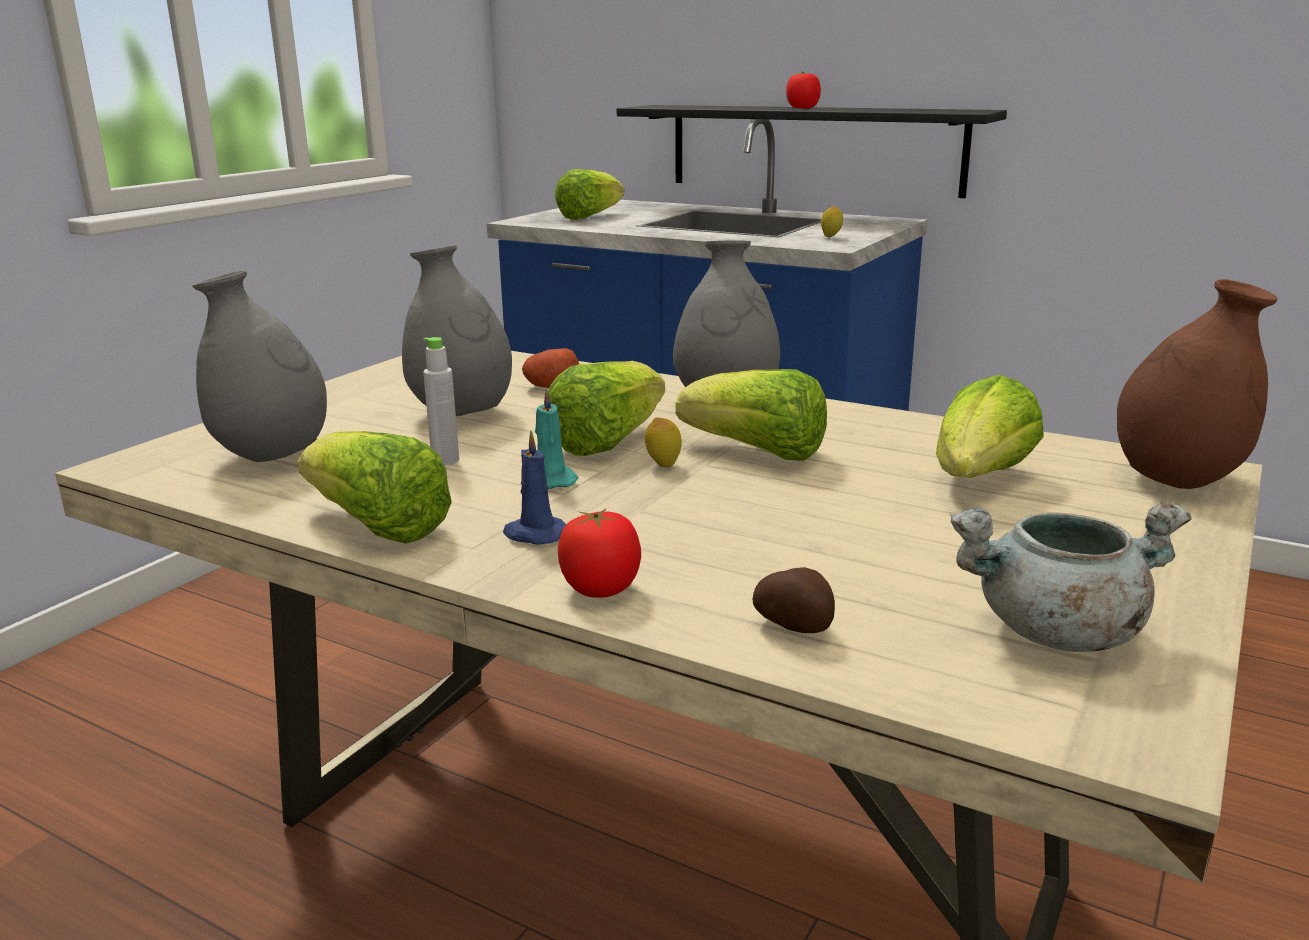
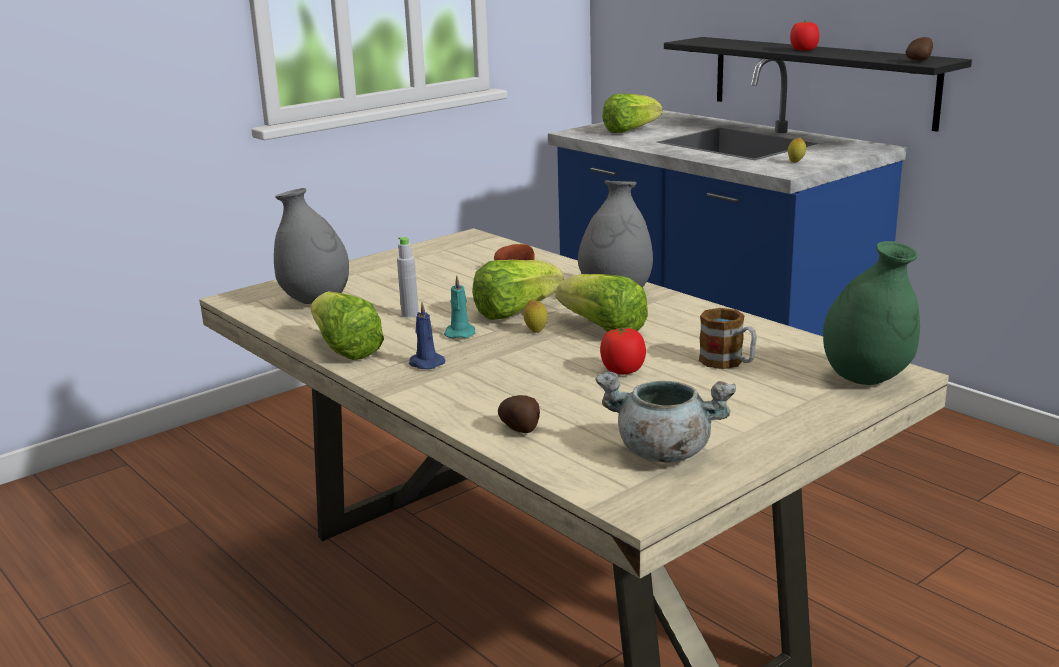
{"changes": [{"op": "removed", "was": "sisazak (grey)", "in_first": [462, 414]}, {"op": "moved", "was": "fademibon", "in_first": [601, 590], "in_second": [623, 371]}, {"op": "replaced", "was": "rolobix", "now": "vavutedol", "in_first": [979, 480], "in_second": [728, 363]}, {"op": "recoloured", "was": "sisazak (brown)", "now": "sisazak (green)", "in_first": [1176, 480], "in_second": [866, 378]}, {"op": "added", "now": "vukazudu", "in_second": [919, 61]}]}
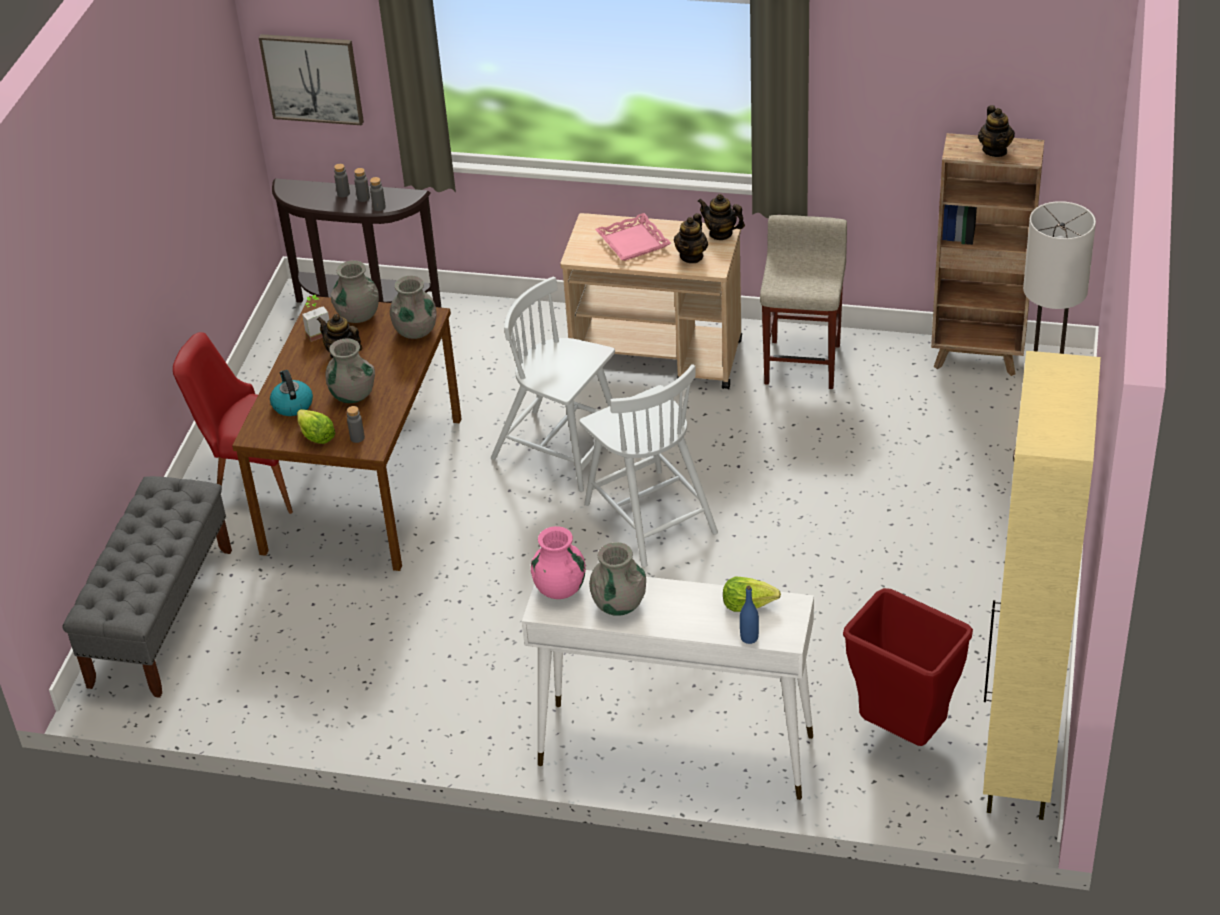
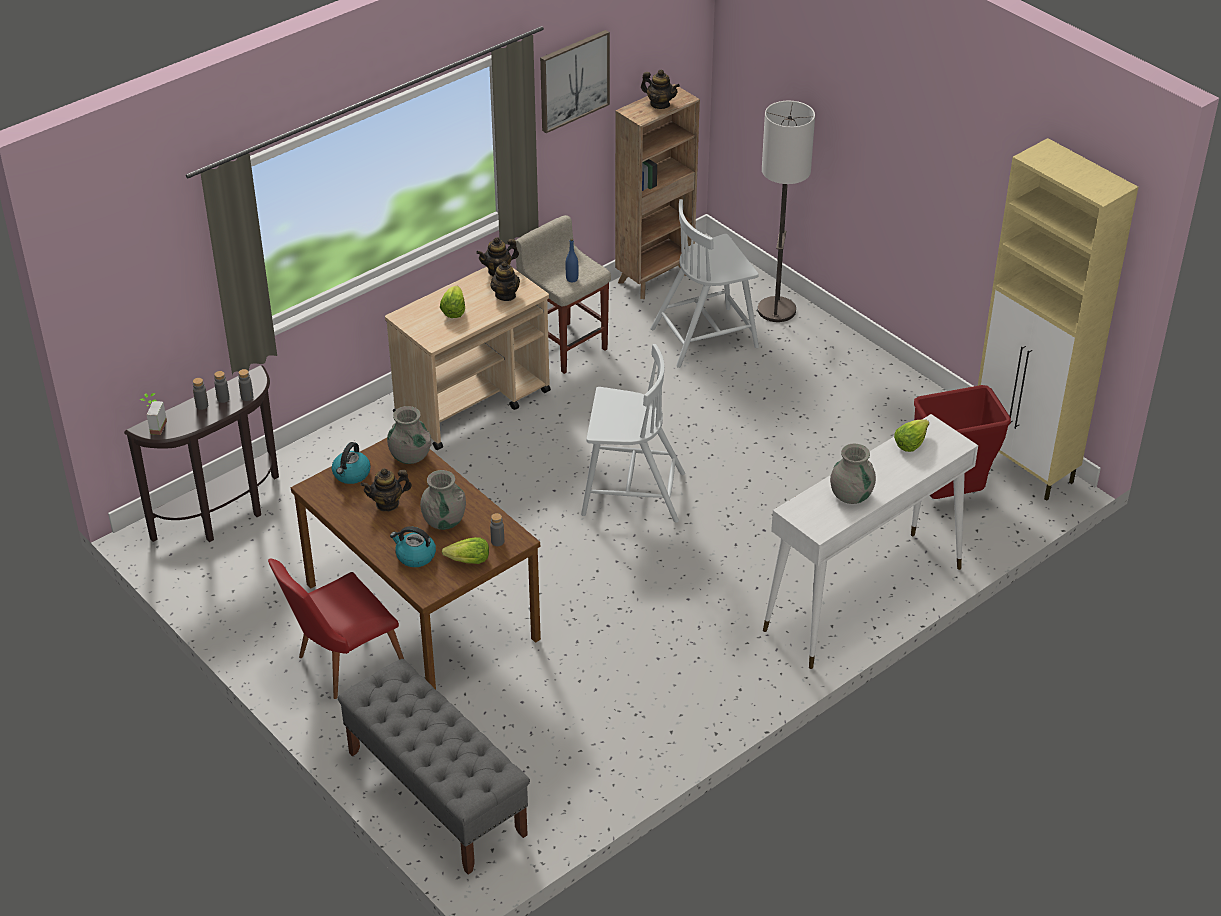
{"changes": [{"op": "moved", "was": "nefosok", "in_first": [312, 78], "in_second": [573, 80]}, {"op": "moved", "was": "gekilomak", "in_first": [317, 332], "in_second": [154, 427]}, {"op": "replaced", "was": "sisazak (grey)", "now": "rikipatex", "in_first": [358, 315], "in_second": [351, 474]}, {"op": "moved", "was": "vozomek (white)", "in_first": [560, 451], "in_second": [706, 337]}, {"op": "removed", "was": "sisazak (pink)", "in_first": [560, 588]}, {"op": "replaced", "was": "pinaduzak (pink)", "now": "rolobix", "in_first": [632, 242], "in_second": [453, 311]}, {"op": "moved", "was": "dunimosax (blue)", "in_first": [749, 638], "in_second": [572, 279]}]}
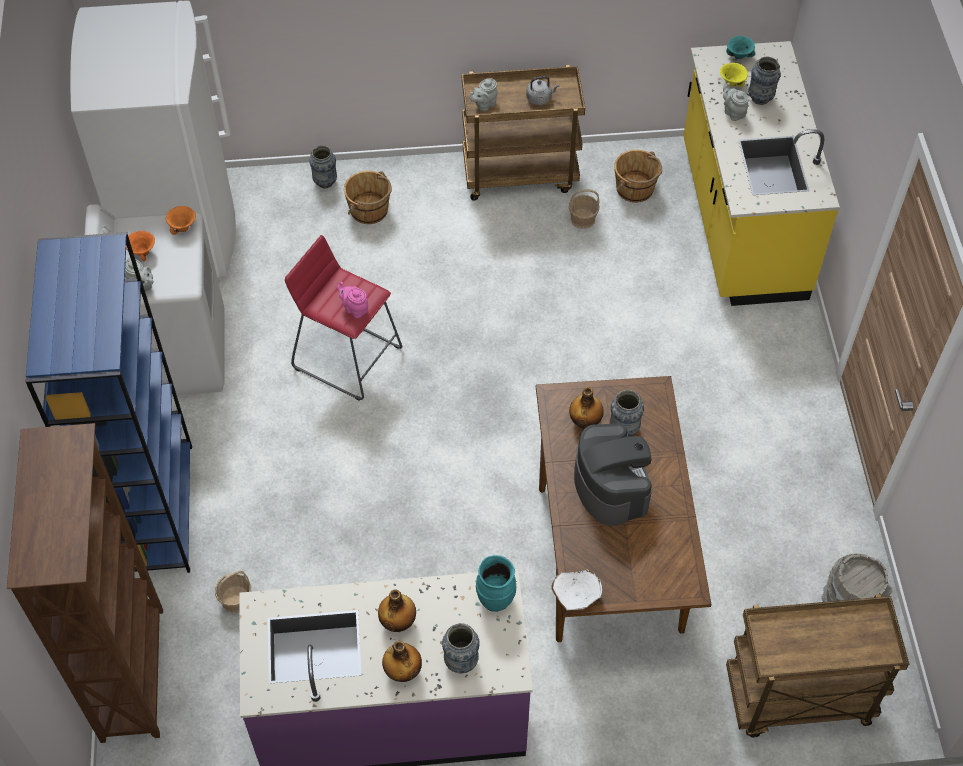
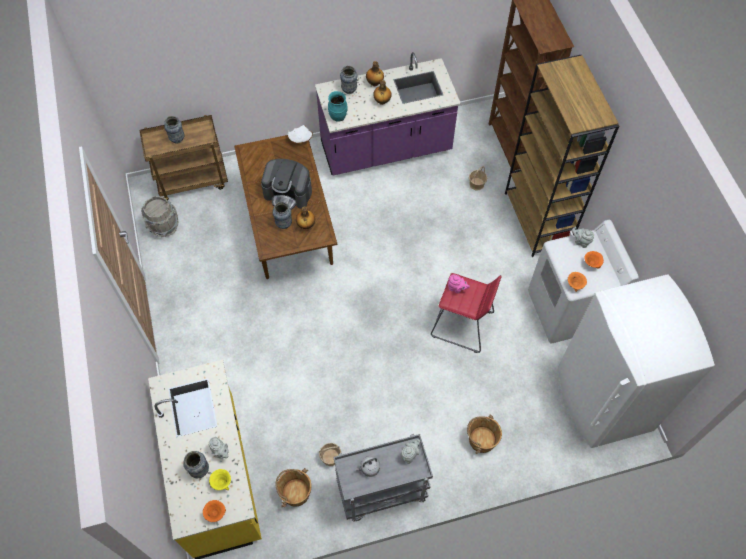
{"changes": [{"op": "recoloured", "was": "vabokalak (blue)", "now": "vabokalak (brown)", "in_first": [153, 509], "in_second": [537, 220]}, {"op": "moved", "was": "sisazak", "in_first": [325, 182], "in_second": [177, 139]}, {"op": "recoloured", "was": "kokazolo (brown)", "now": "kokazolo (grey)", "in_first": [520, 174], "in_second": [381, 492]}, {"op": "turned", "was": "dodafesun", "in_first": [611, 486], "in_second": [288, 193], "clockwise": -45}, {"op": "recoloured", "was": "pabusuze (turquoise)", "now": "pabusuze (orange)", "in_first": [739, 56], "in_second": [215, 514]}]}
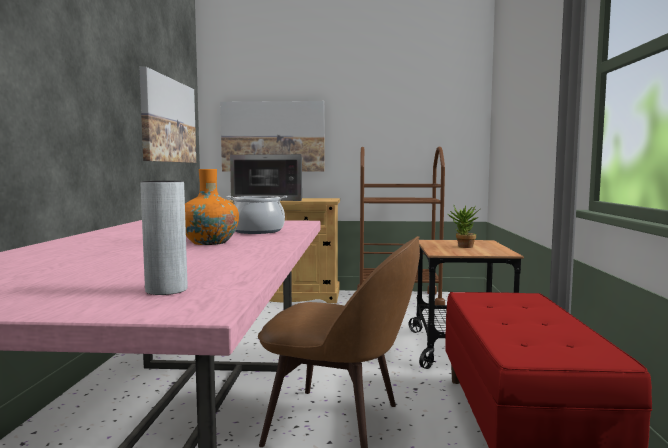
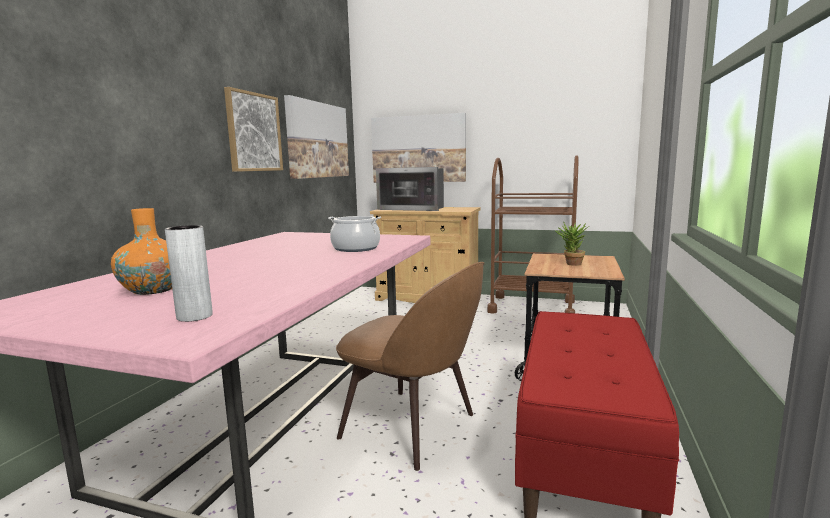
{"changes": [{"op": "moved", "was": "sisazak (orange)", "in_first": [210, 242], "in_second": [153, 290]}, {"op": "added", "now": "nefosok", "in_second": [254, 132]}]}
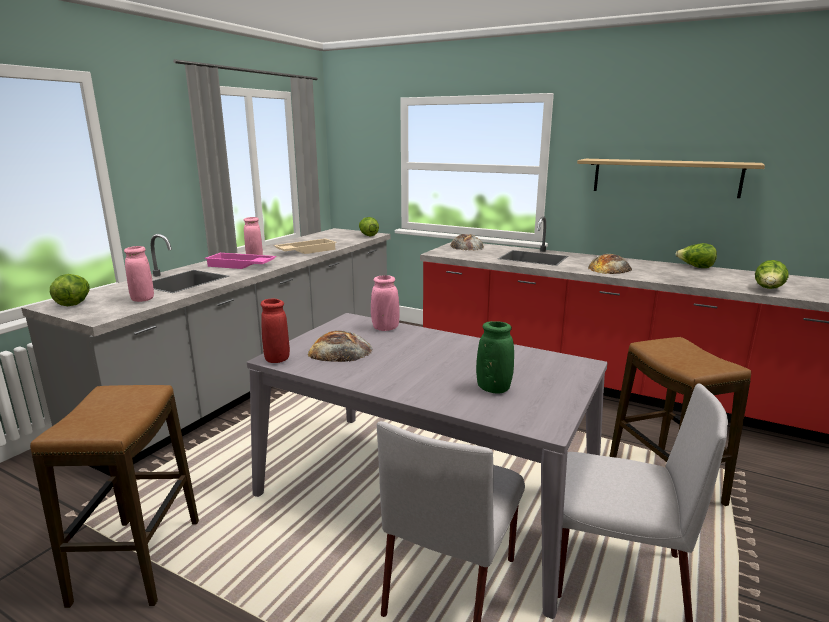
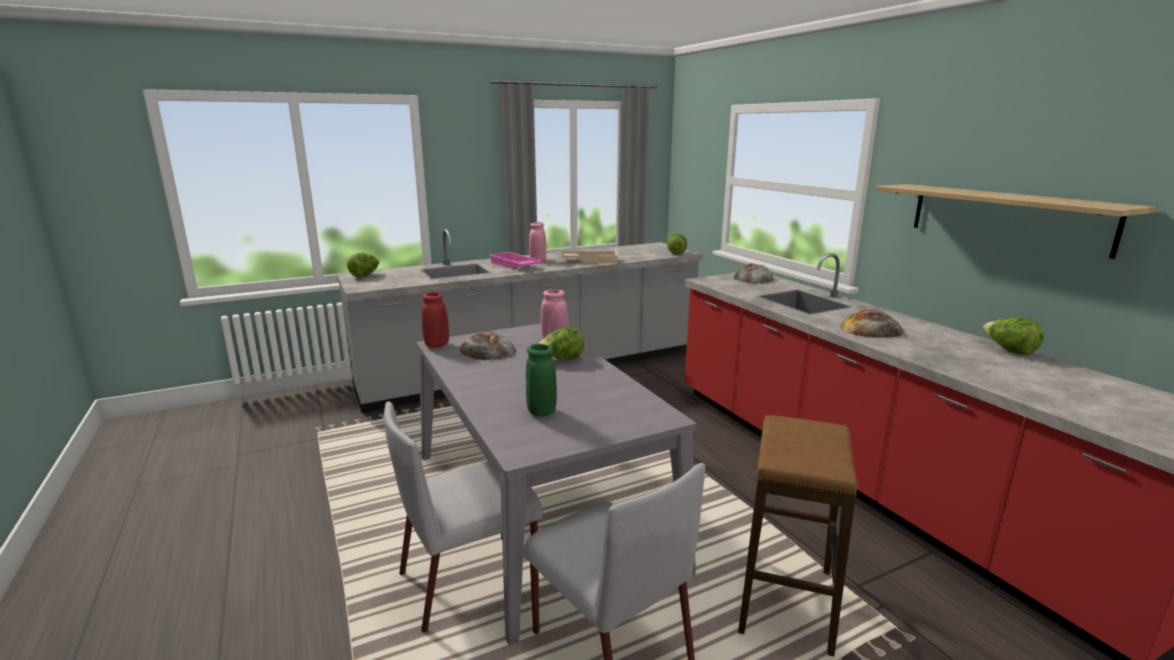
{"changes": [{"op": "removed", "was": "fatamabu", "in_first": [138, 560]}, {"op": "removed", "was": "sisazak (pink)", "in_first": [143, 299]}, {"op": "moved", "was": "rolobix", "in_first": [768, 289], "in_second": [562, 359]}]}
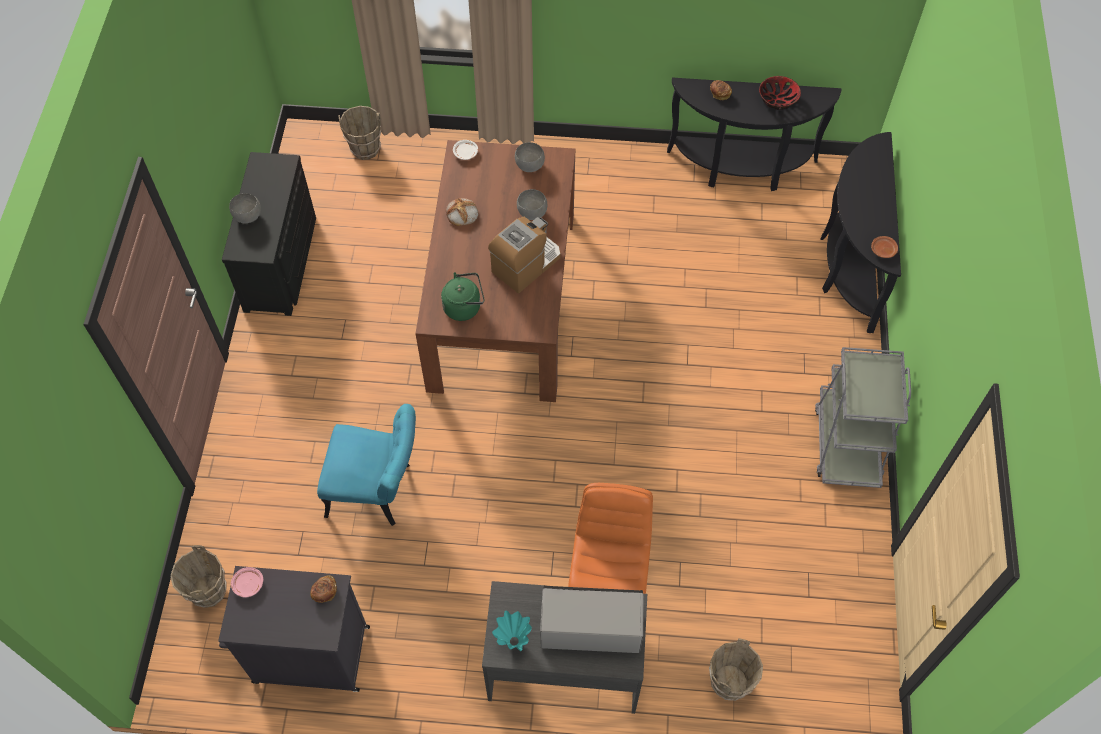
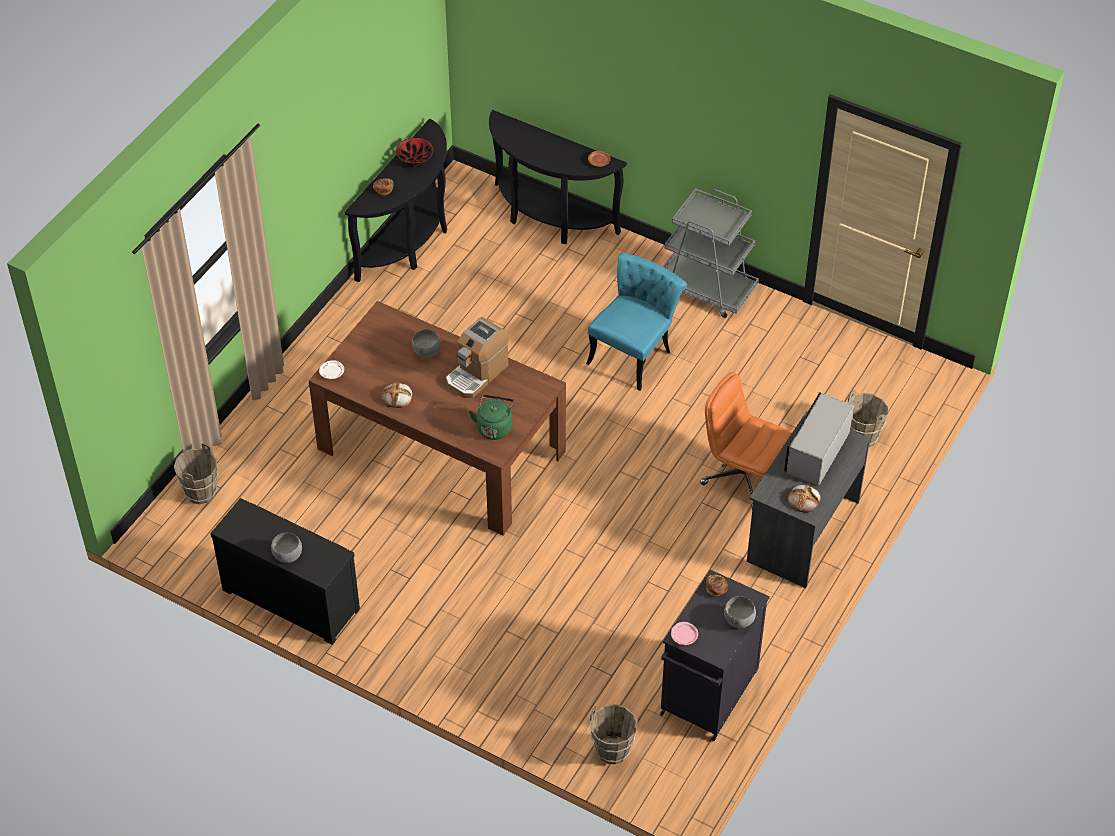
{"changes": [{"op": "moved", "was": "vozomek (turquoise)", "in_first": [378, 490], "in_second": [634, 352]}, {"op": "turned", "was": "dodafesun", "in_first": [526, 264], "in_second": [477, 373], "clockwise": -120}, {"op": "replaced", "was": "sisazak (turquoise)", "now": "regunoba", "in_first": [513, 640], "in_second": [804, 500]}, {"op": "moved", "was": "pabusuze (grey)", "in_first": [529, 166], "in_second": [738, 621]}]}
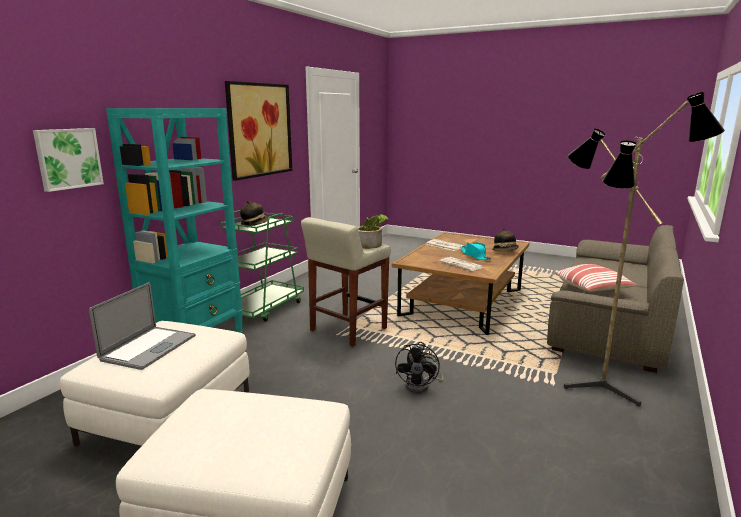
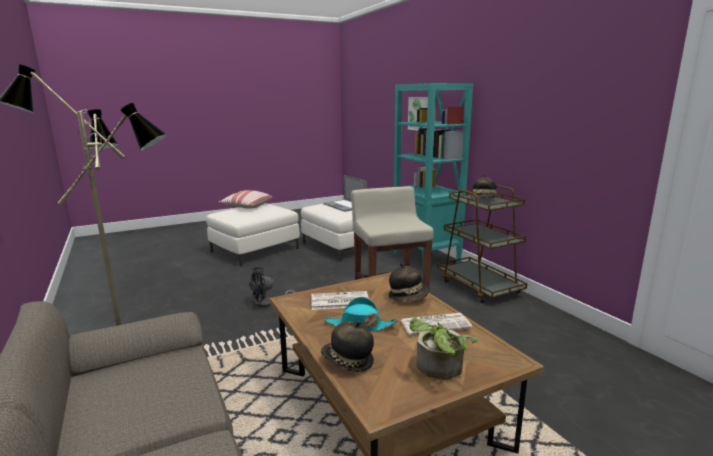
{"changes": [{"op": "recoloured", "was": "kokazolo (green)", "now": "kokazolo (brown)", "in_first": [264, 308], "in_second": [479, 286]}, {"op": "removed", "was": "nefosok", "in_first": [259, 130]}, {"op": "moved", "was": "gekilomak", "in_first": [371, 244], "in_second": [439, 369]}, {"op": "turned", "was": "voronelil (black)", "in_first": [421, 385], "in_second": [268, 304], "clockwise": -75}, {"op": "moved", "was": "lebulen", "in_first": [593, 289], "in_second": [246, 206]}, {"op": "added", "now": "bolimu", "in_second": [408, 297]}]}
